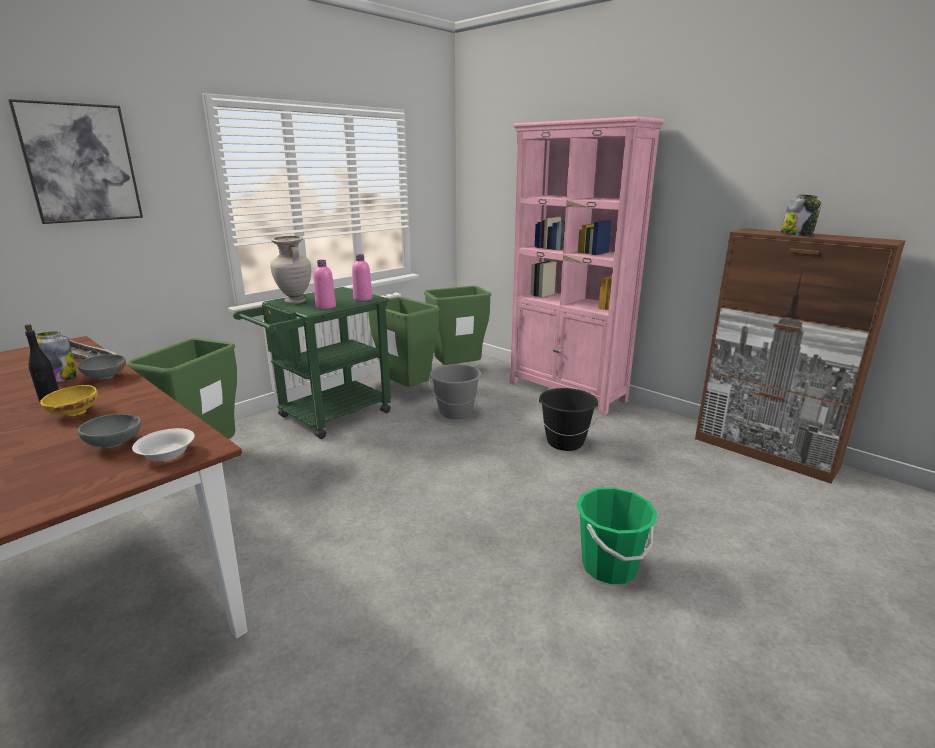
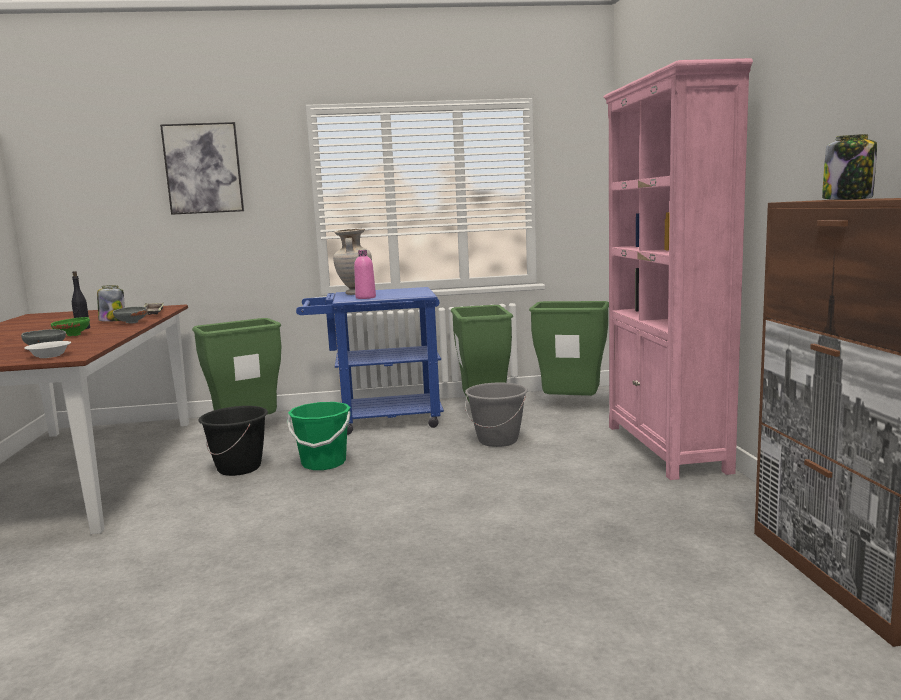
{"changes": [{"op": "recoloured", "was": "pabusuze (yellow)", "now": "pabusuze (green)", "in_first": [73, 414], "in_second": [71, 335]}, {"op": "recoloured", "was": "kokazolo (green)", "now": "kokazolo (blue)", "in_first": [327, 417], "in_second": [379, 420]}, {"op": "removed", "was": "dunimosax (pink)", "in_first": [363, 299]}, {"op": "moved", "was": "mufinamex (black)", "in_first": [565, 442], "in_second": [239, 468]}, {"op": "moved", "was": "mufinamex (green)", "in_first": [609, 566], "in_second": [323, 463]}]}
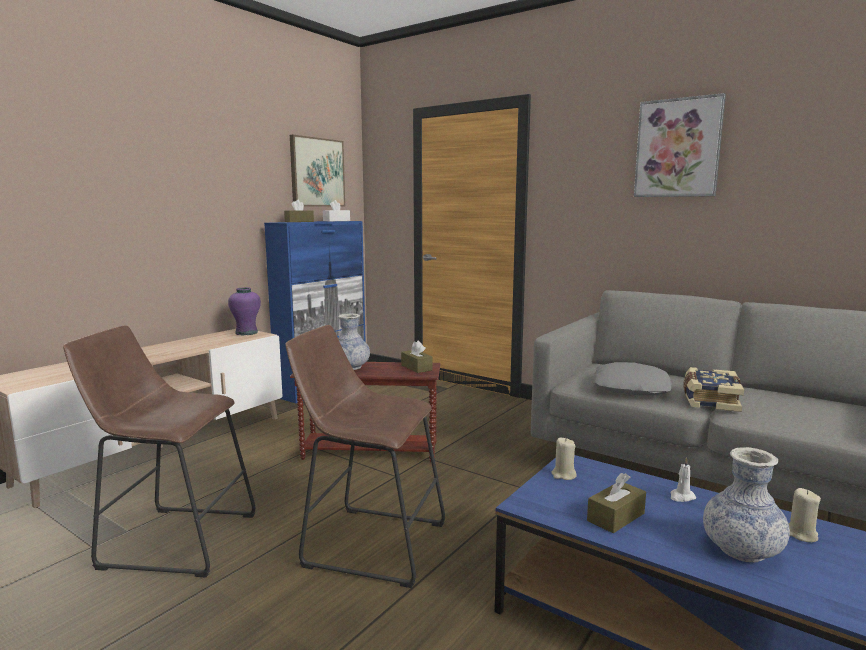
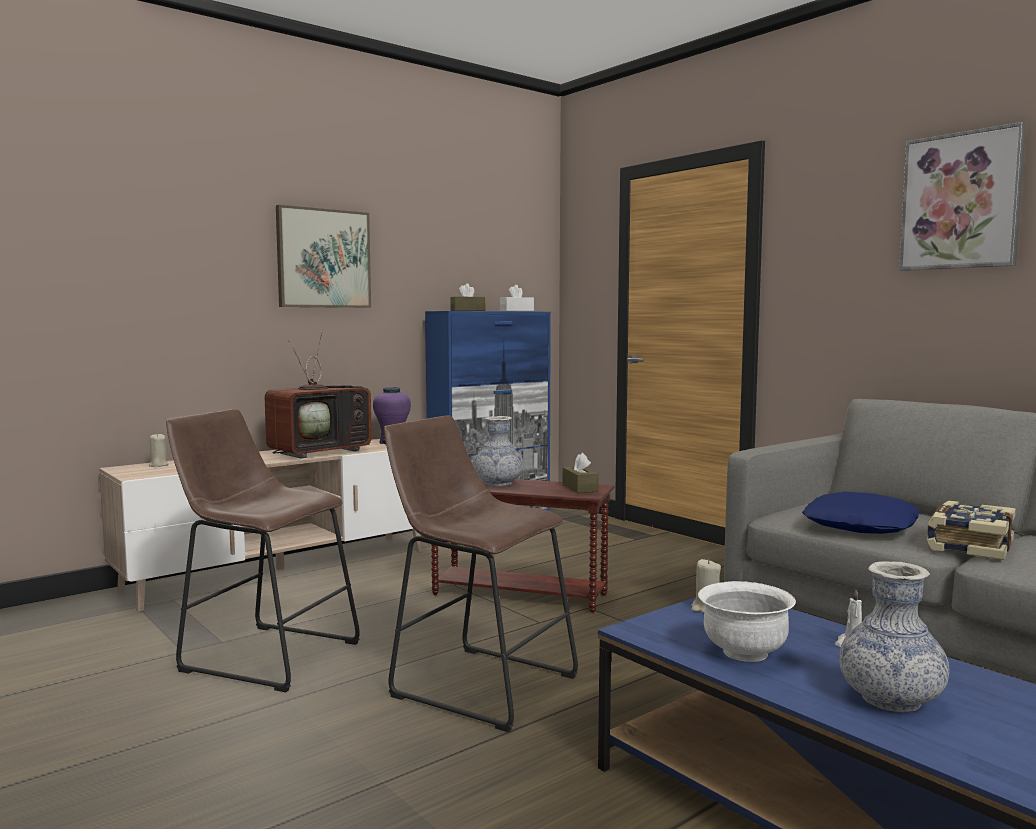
{"changes": [{"op": "moved", "was": "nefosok", "in_first": [317, 172], "in_second": [323, 258]}, {"op": "replaced", "was": "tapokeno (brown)", "now": "pabusuze (white)", "in_first": [616, 517], "in_second": [744, 652]}, {"op": "recoloured", "was": "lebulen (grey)", "now": "lebulen (blue)", "in_first": [631, 388], "in_second": [861, 526]}, {"op": "moved", "was": "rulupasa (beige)", "in_first": [800, 534], "in_second": [158, 465]}, {"op": "added", "now": "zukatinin", "in_second": [321, 451]}]}
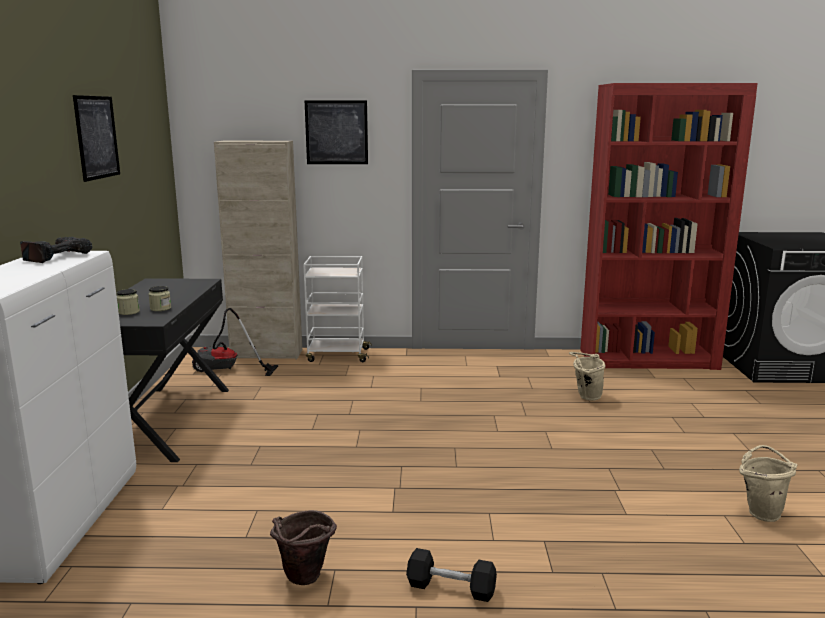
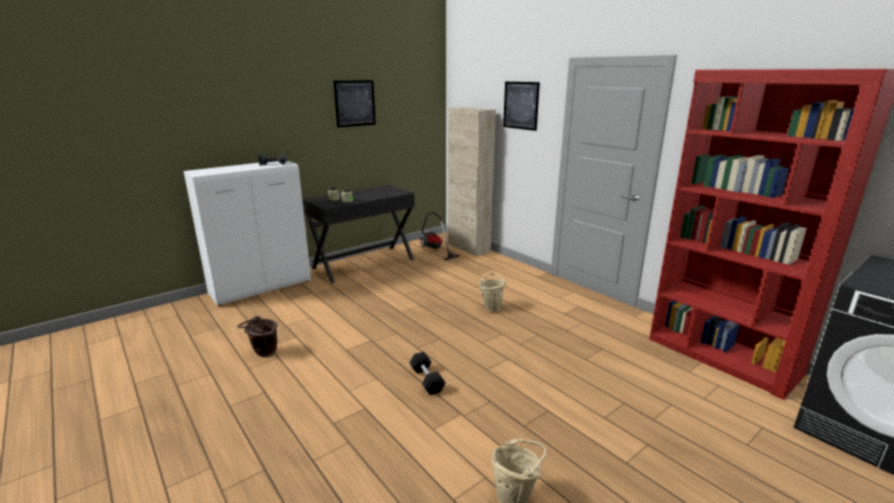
{"changes": [{"op": "removed", "was": "kokazolo (white)", "in_first": [337, 355]}, {"op": "moved", "was": "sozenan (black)", "in_first": [451, 588], "in_second": [427, 380]}, {"op": "moved", "was": "mufinamex (beige)", "in_first": [585, 396], "in_second": [491, 307]}]}
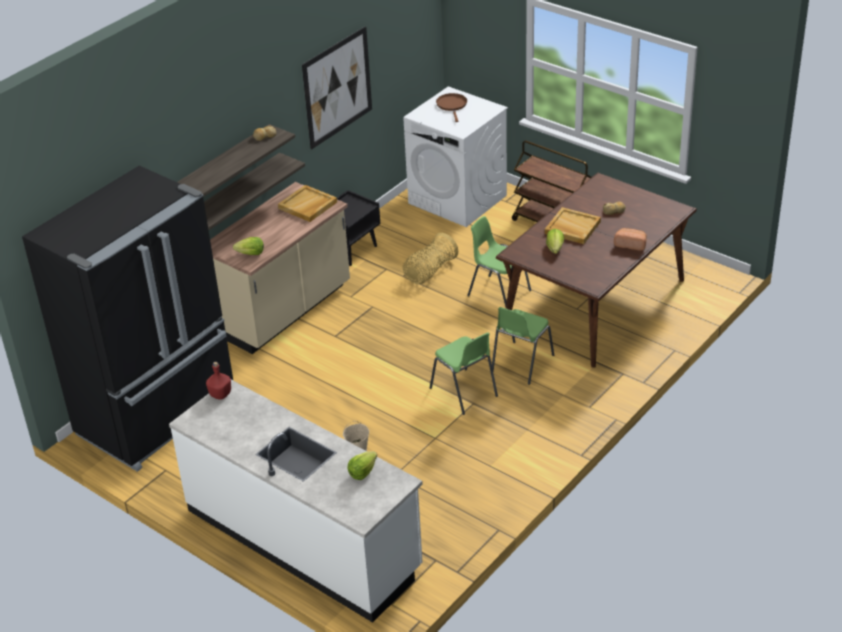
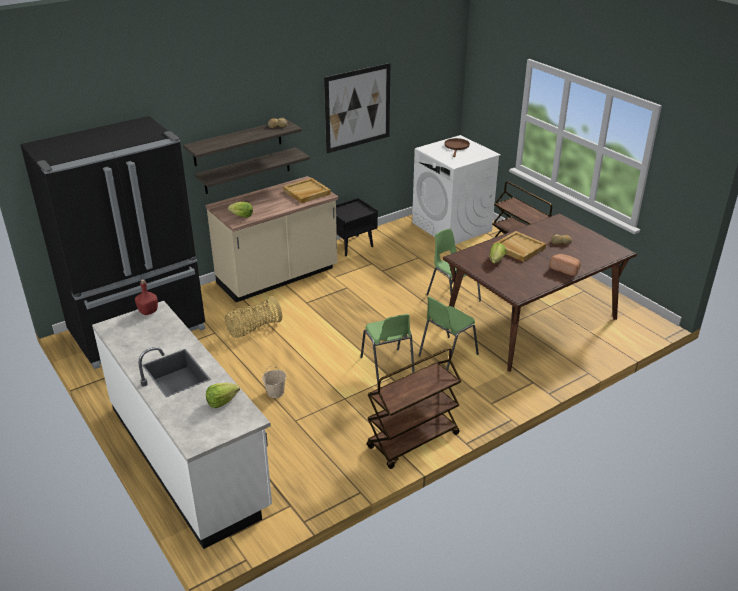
{"changes": [{"op": "moved", "was": "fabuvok", "in_first": [429, 272], "in_second": [253, 329]}, {"op": "added", "now": "kokazolo (brown)", "in_second": [413, 441]}]}
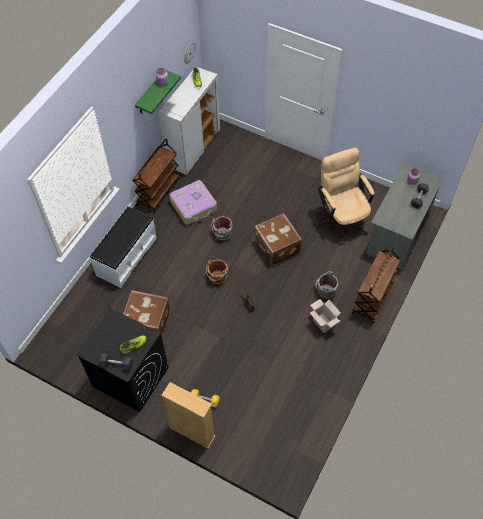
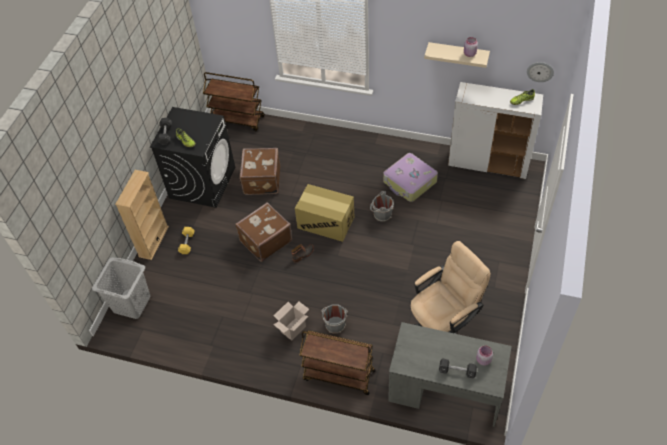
{"changes": [{"op": "removed", "was": "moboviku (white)", "in_first": [126, 256]}, {"op": "moved", "was": "kokazolo (brown)", "in_first": [158, 191], "in_second": [237, 120]}, {"op": "recoloured", "was": "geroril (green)", "now": "geroril (beige)", "in_first": [150, 93], "in_second": [458, 54]}, {"op": "replaced", "was": "mufinamex (brown)", "now": "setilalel", "in_first": [217, 278], "in_second": [326, 222]}, {"op": "moved", "was": "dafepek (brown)", "in_first": [276, 247], "in_second": [265, 240]}, {"op": "added", "now": "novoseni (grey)", "in_second": [132, 304]}]}
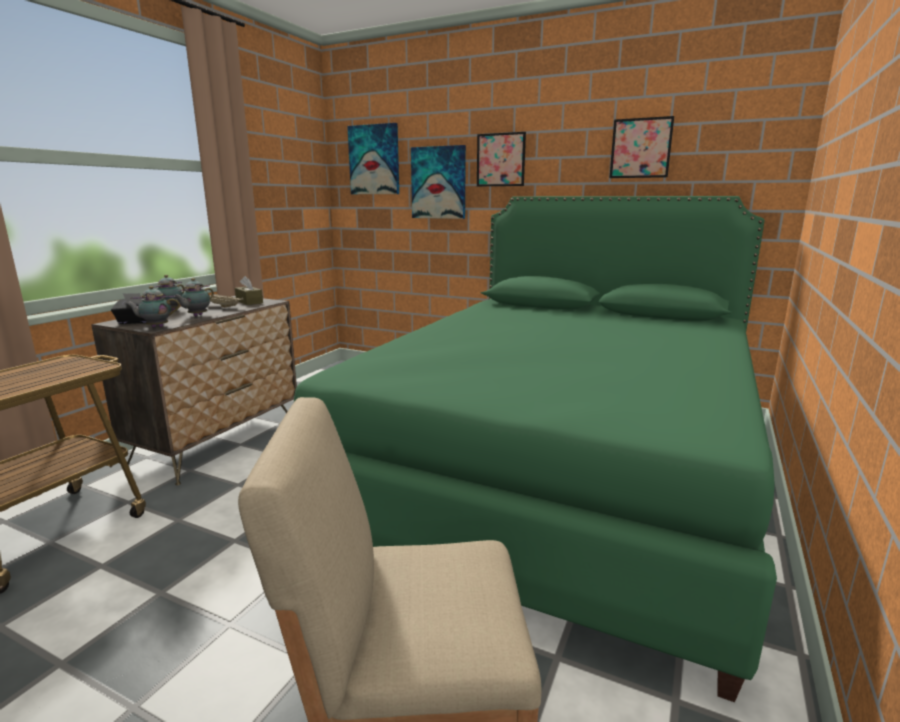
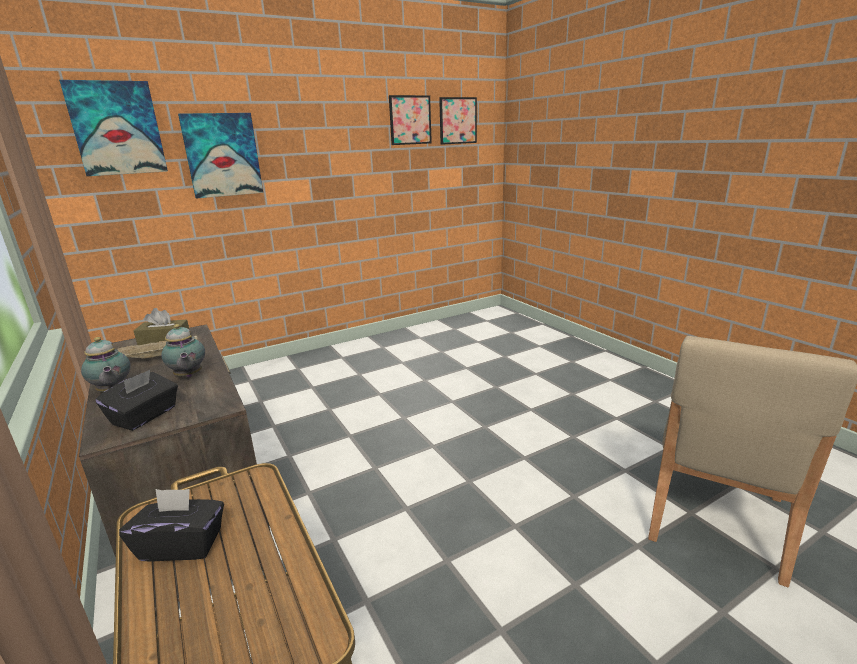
{"changes": [{"op": "removed", "was": "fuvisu", "in_first": [156, 327]}, {"op": "removed", "was": "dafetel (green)", "in_first": [558, 471]}, {"op": "moved", "was": "nefosok", "in_first": [500, 160], "in_second": [458, 120]}, {"op": "added", "now": "tapokeno (black)", "in_second": [182, 544]}]}
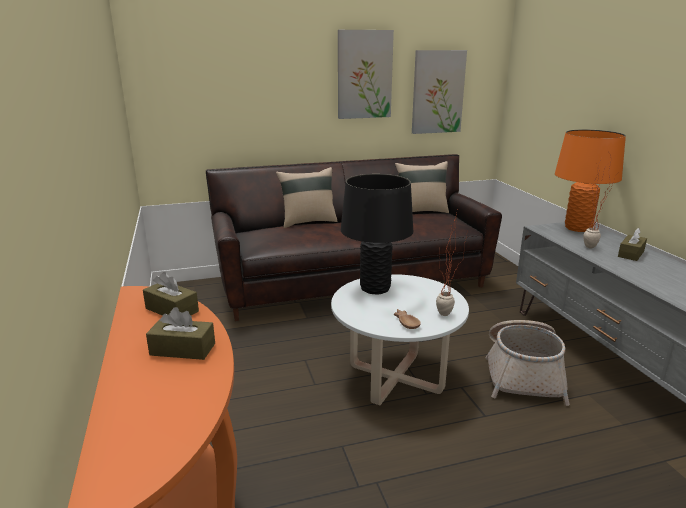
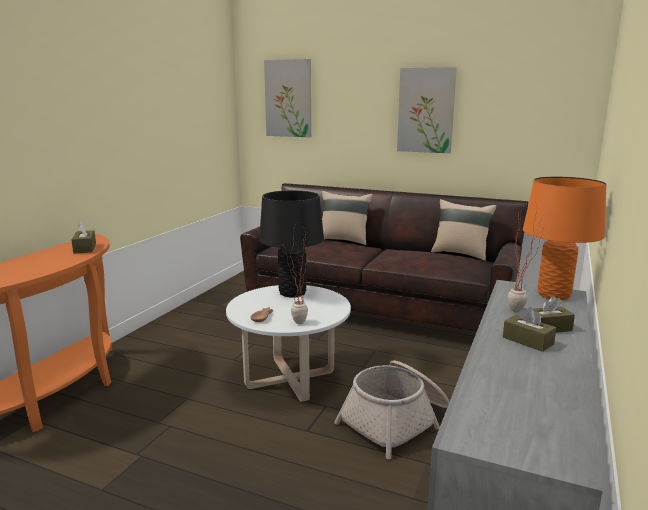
{"changes": [{"op": "moved", "was": "tapokeno (brown)", "in_first": [183, 349], "in_second": [527, 341]}, {"op": "moved", "was": "nefosok", "in_first": [437, 92], "in_second": [288, 98]}]}
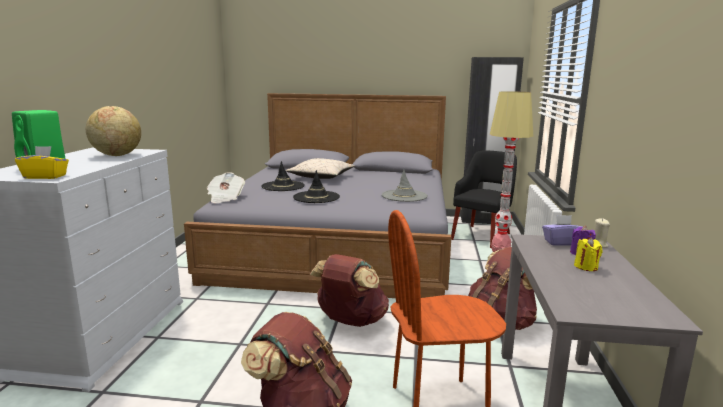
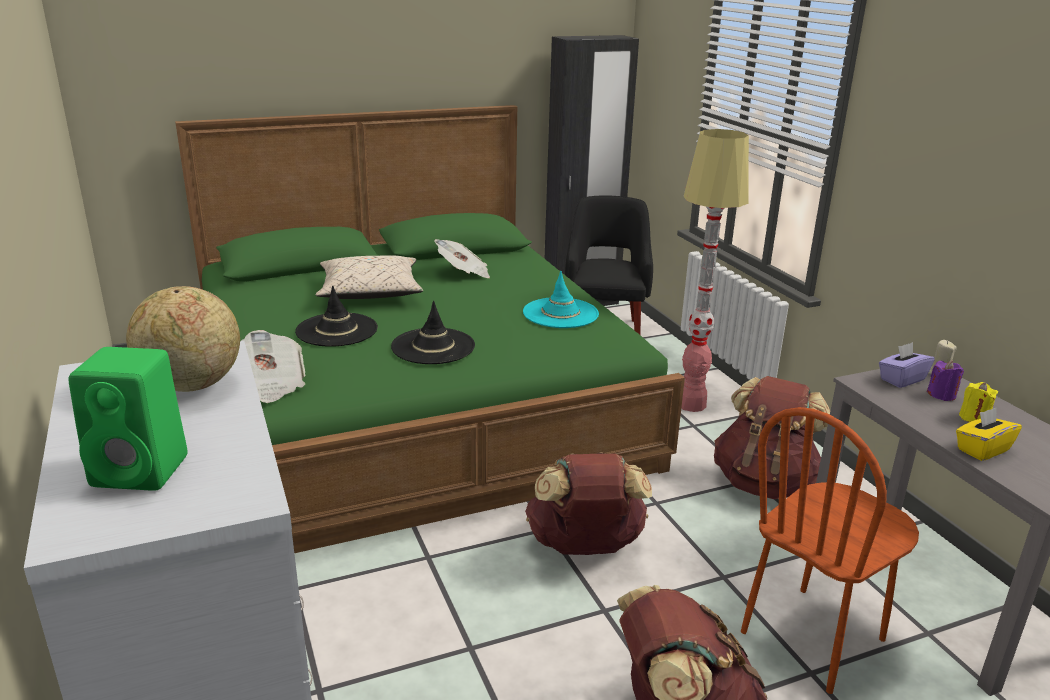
{"changes": [{"op": "moved", "was": "tapokeno (yellow)", "in_first": [45, 176], "in_second": [982, 449]}, {"op": "recoloured", "was": "dafetel (grey)", "now": "dafetel (green)", "in_first": [339, 244], "in_second": [414, 402]}, {"op": "recoloured", "was": "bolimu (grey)", "now": "bolimu (turquoise)", "in_first": [404, 196], "in_second": [560, 313]}, {"op": "added", "now": "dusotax", "in_second": [464, 273]}]}
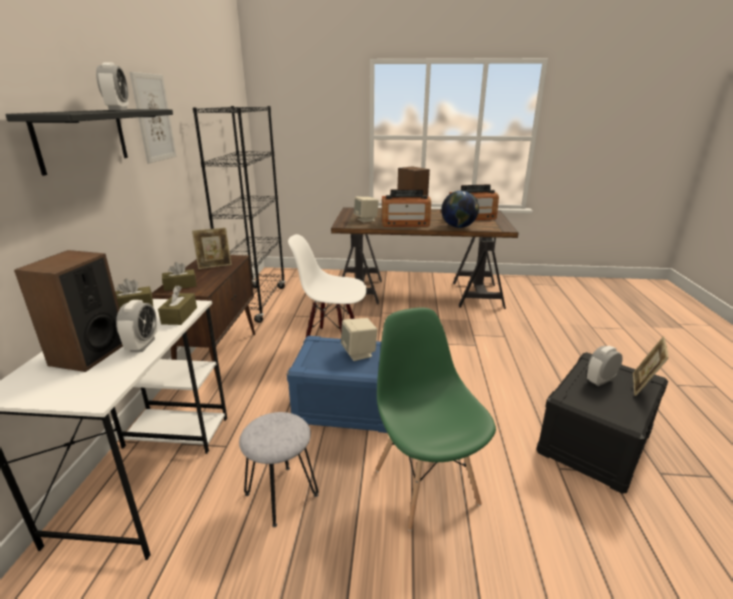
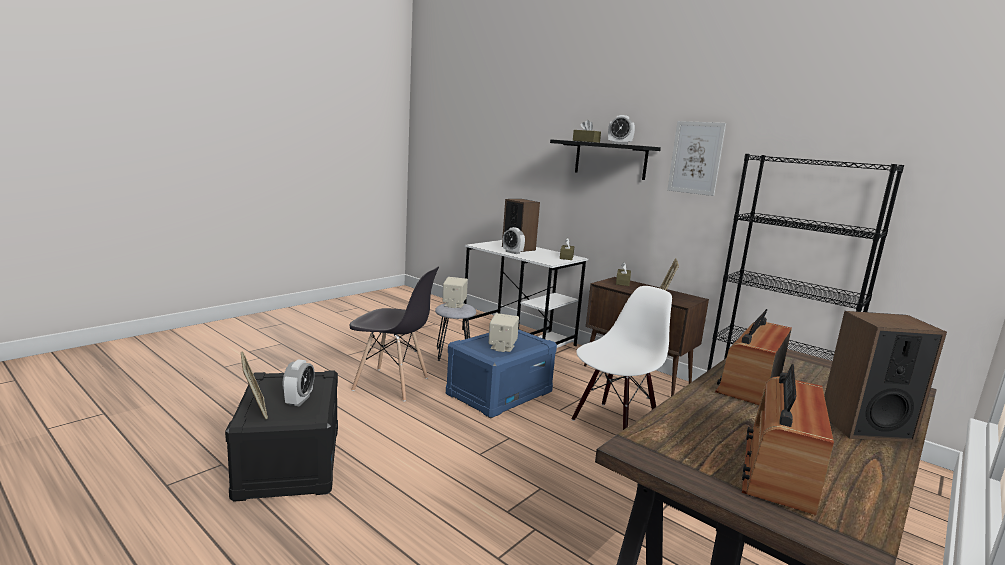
{"changes": [{"op": "moved", "was": "tapokeno (brown)", "in_first": [179, 316], "in_second": [586, 141]}, {"op": "moved", "was": "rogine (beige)", "in_first": [366, 220], "in_second": [454, 305]}, {"op": "recoloured", "was": "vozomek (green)", "now": "vozomek (grey)", "in_first": [425, 485], "in_second": [392, 384]}, {"op": "removed", "was": "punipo", "in_first": [458, 227]}]}
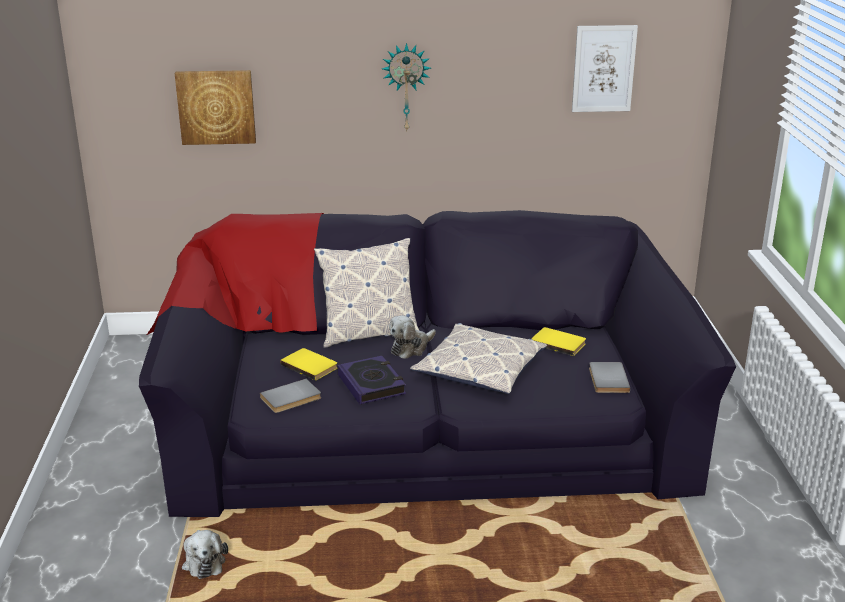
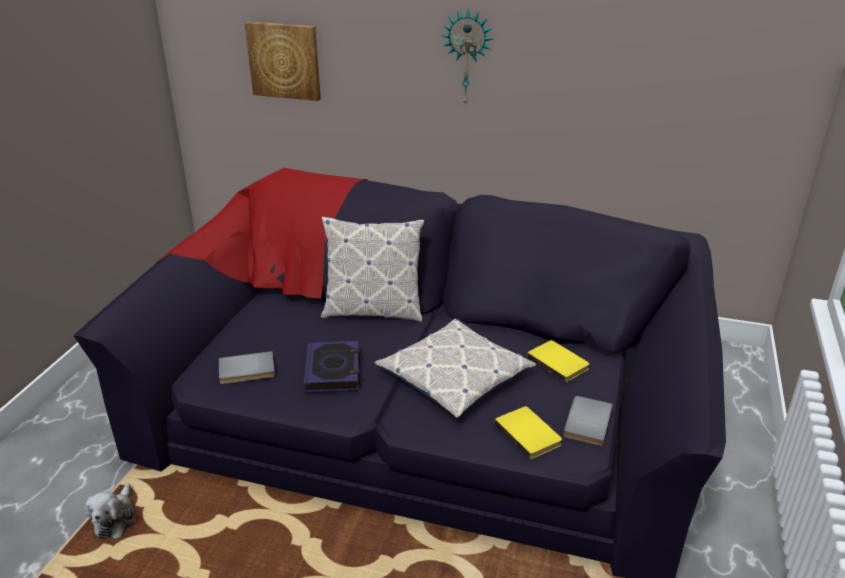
{"changes": [{"op": "moved", "was": "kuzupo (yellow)", "in_first": [310, 365], "in_second": [529, 433]}, {"op": "removed", "was": "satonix", "in_first": [411, 348]}, {"op": "removed", "was": "nefosok", "in_first": [603, 68]}]}
